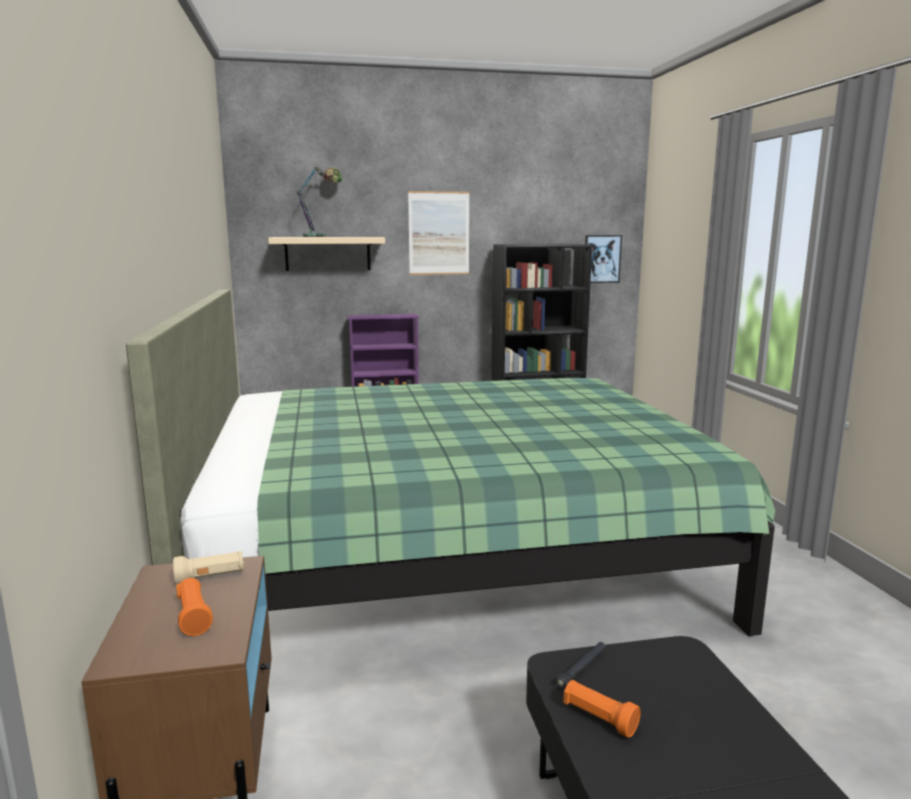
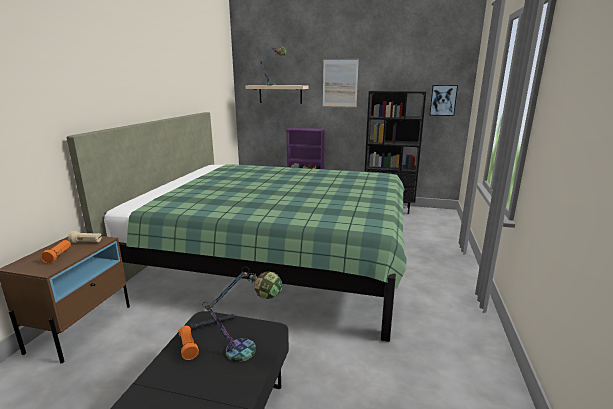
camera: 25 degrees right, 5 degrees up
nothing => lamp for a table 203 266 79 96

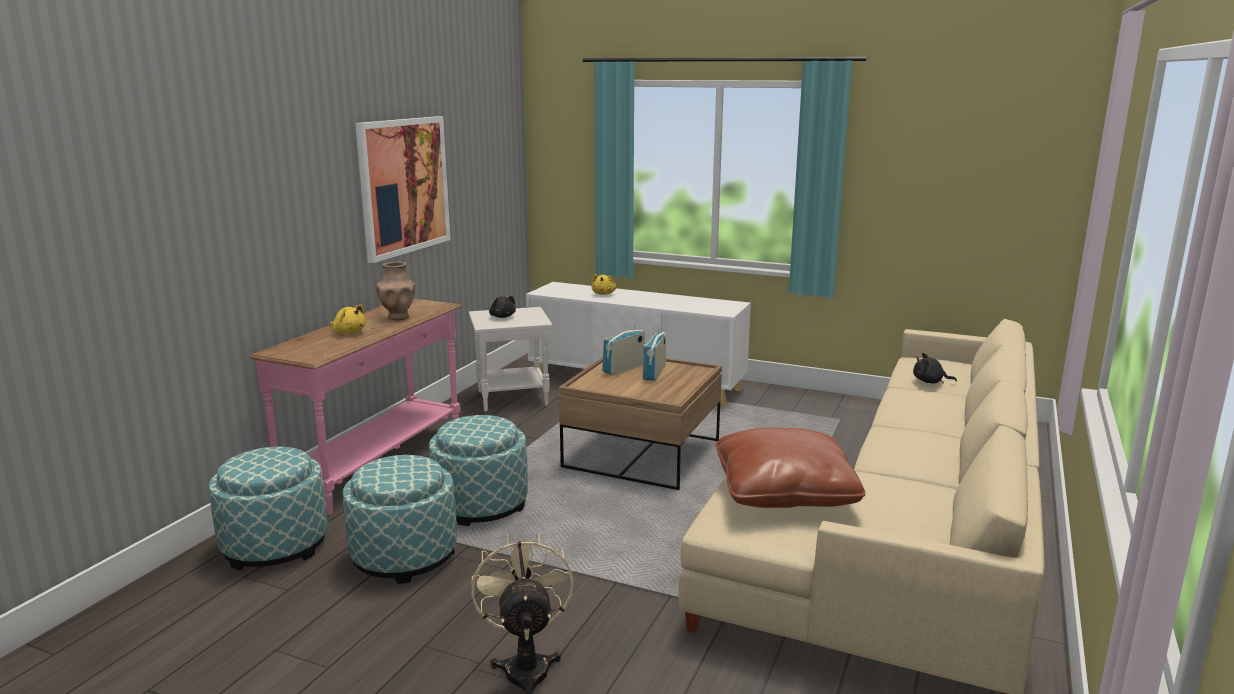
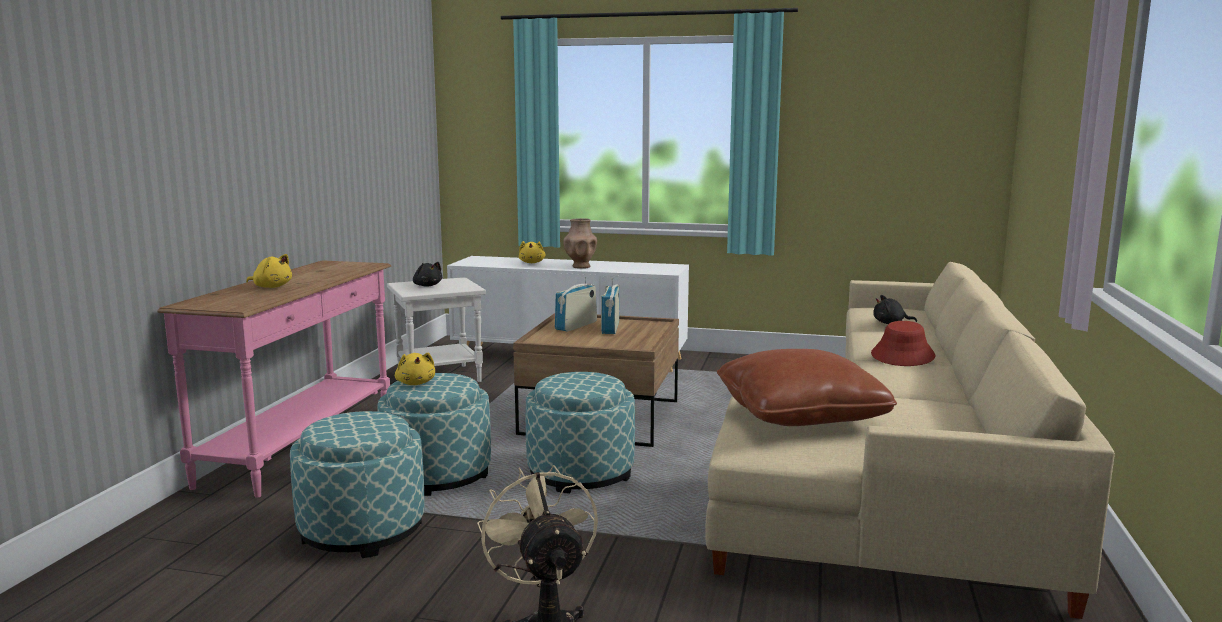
camera: 10 degrees left, 5 degrees down
picture 355 116 95 147 => nothing
flower vase/brown-coloured 376 262 39 58 => flower vase/brown-coloured 563 218 34 51, relocated
ottoman 209 447 118 123 => ottoman 526 372 109 121, relocated
nothing => clothing hat/red-coloured 871 321 64 45
nothing => plush toy/yellowish 395 352 40 33

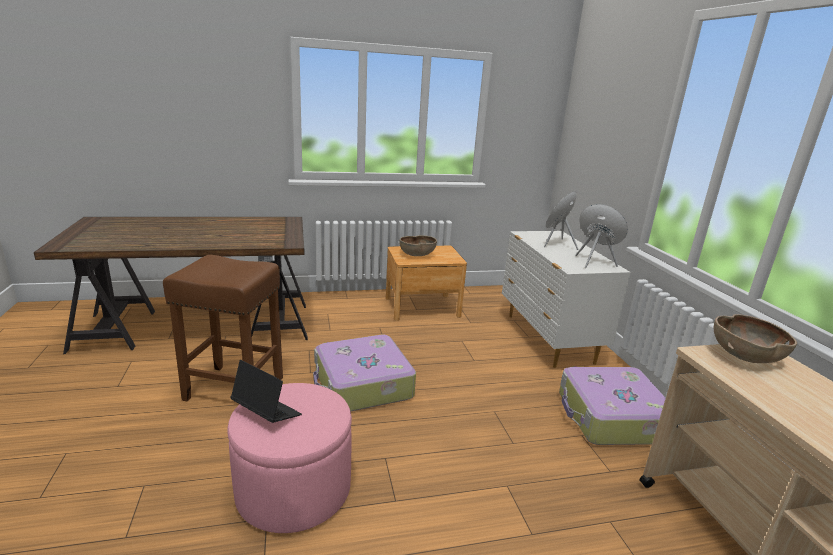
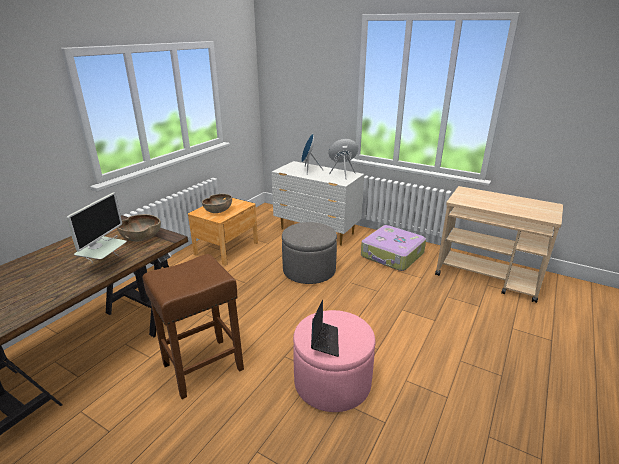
camera: 45 degrees left, 5 degrees up
deep dish/brown-coloured 714 314 83 49 => deep dish/brown-coloured 117 214 44 28, relocated
suitcase 313 335 103 76 => nothing
notebook computer 230 360 72 63 => notebook computer 311 300 28 57, 105 degrees clockwise
nothing => monitor 67 193 60 71
nothing => ottoman/grey 282 222 55 62

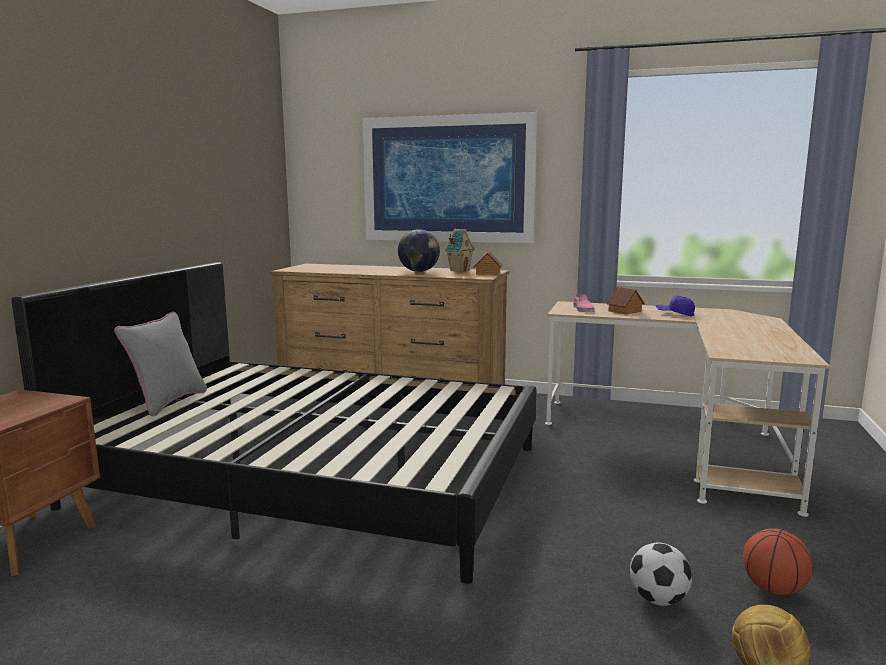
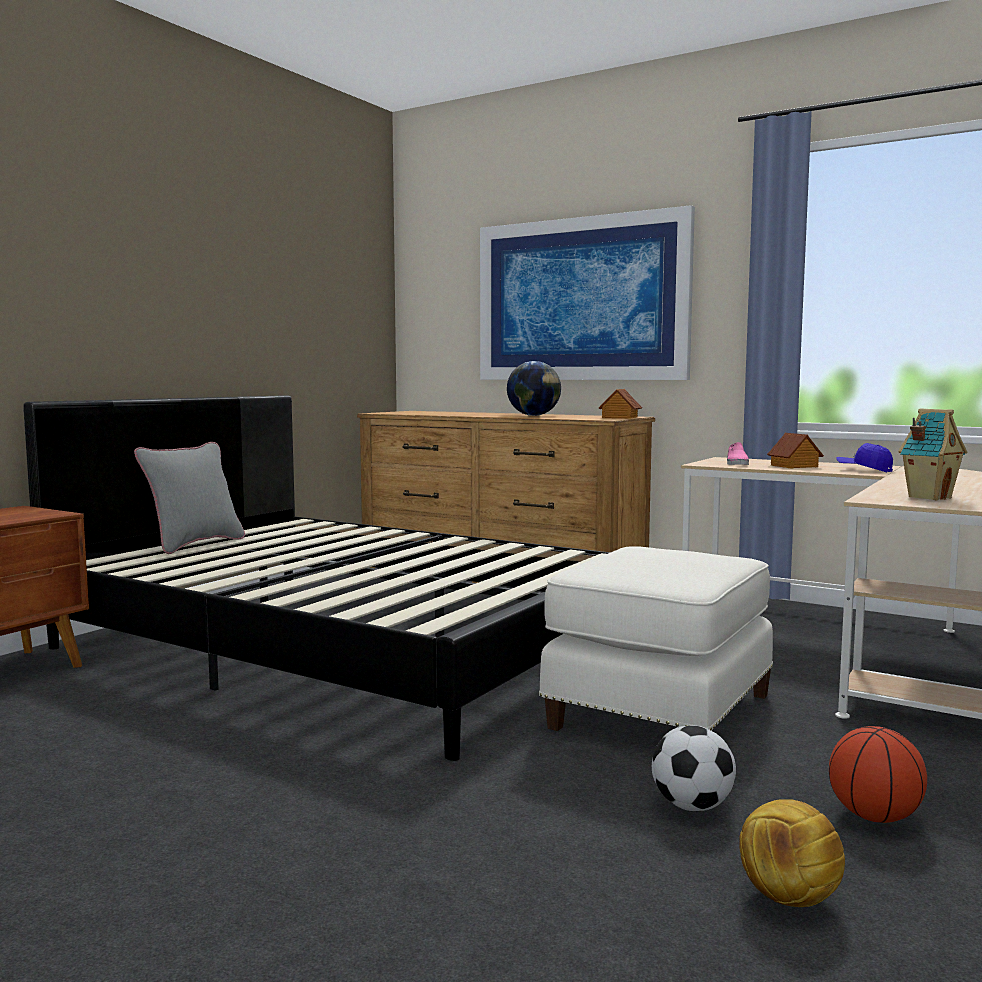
camera: 15 degrees right, 5 degrees down
toy house 445 229 30 43 => toy house 898 408 69 92, relocated
nothing => ottoman/white-coloured 539 546 234 185

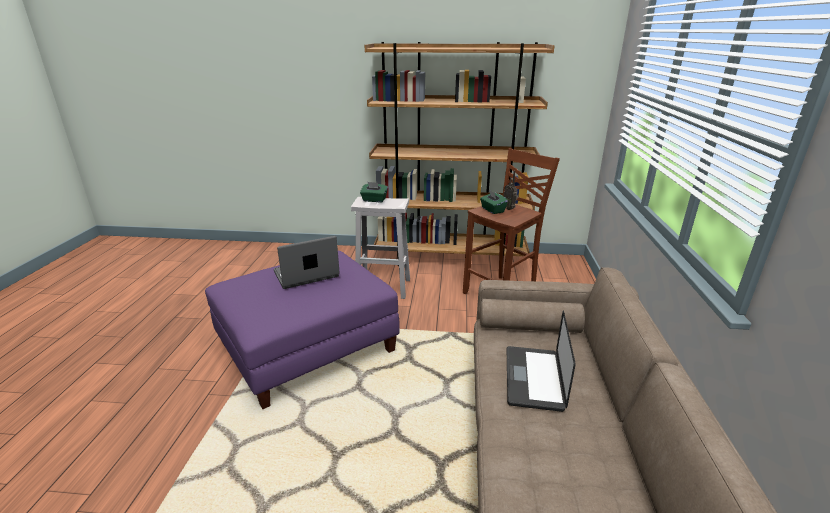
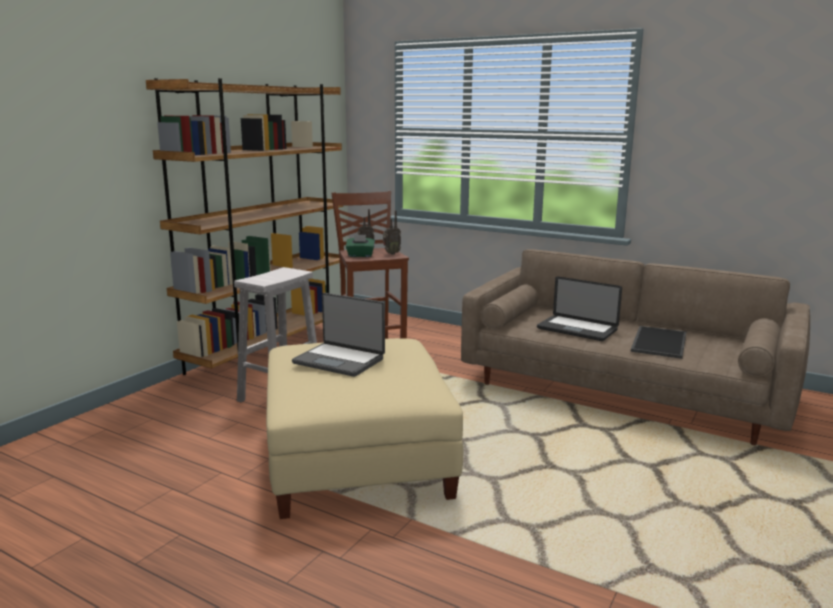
camera: 65 degrees left, 10 degrees down
box of tissues/greenish 360 182 28 20 => nothing
notebook computer 274 236 66 53 => notebook computer 292 293 93 84, 60 degrees counterclockwise
ottoman/purplish 205 251 195 158 => ottoman/beige 266 338 197 181
nothing => radio receiver 383 210 18 45
nothing => carrying tray 631 326 55 33

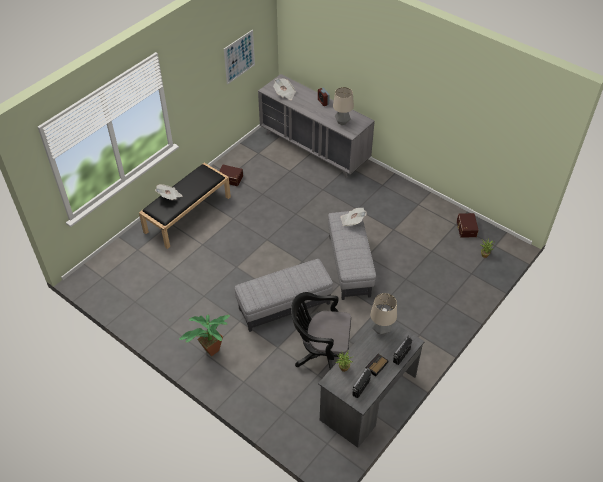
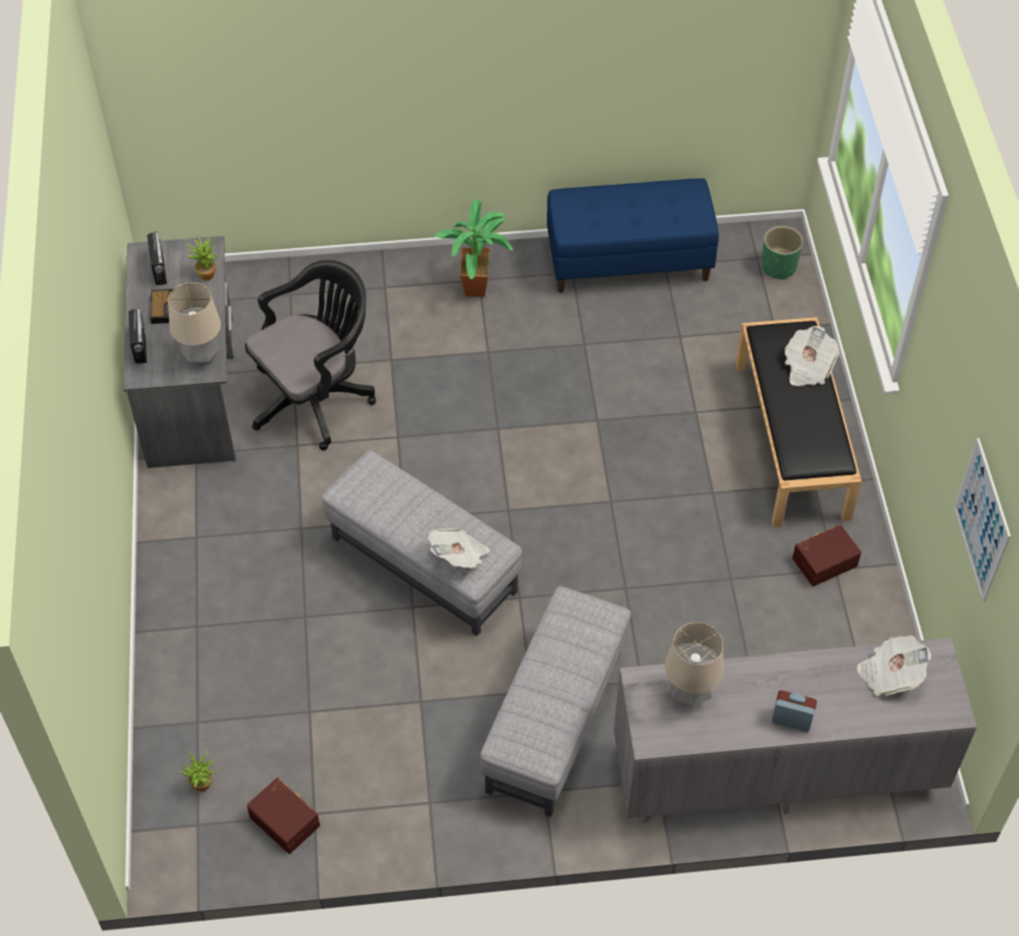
camera: 135 degrees right, 5 degrees up
ottoman/grey 234 259 99 73 => ottoman/grey 480 586 151 231, relocated
nothing => long seat/blue 547 178 172 115
nothing => planter/greenish 761 226 42 54

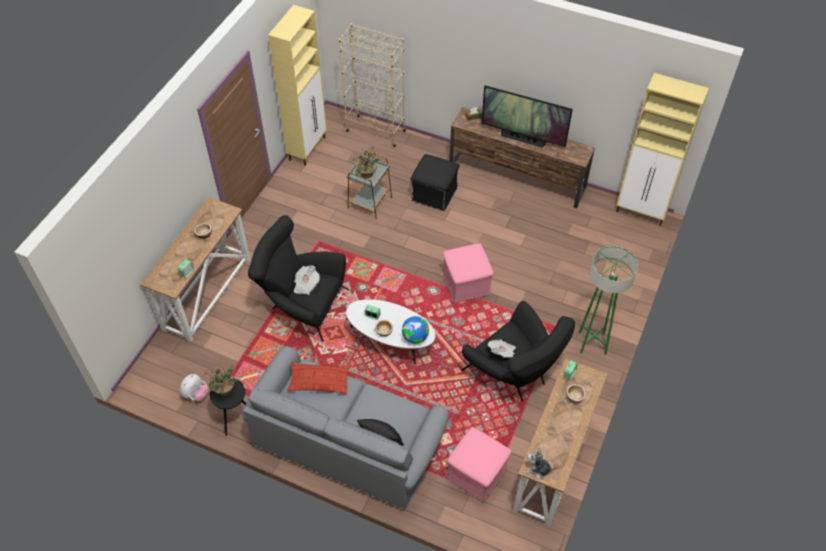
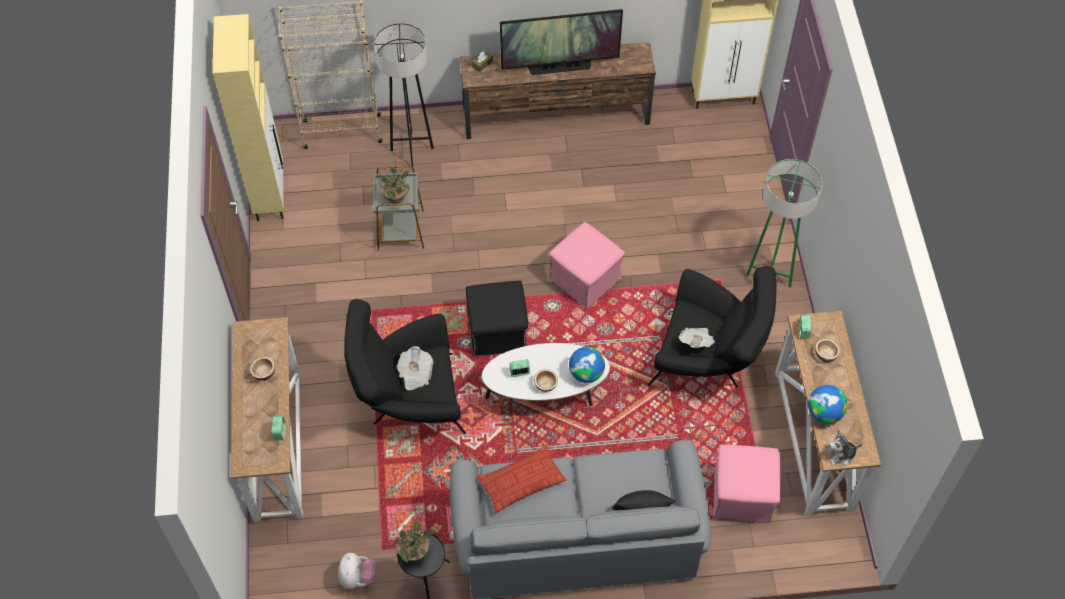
camera: 30 degrees left, 5 degrees up
ottoman/black 411 154 49 57 => ottoman/black 466 281 62 76, relocated
nothing => standard lamp/grey 374 23 60 144
nothing => desk globe 808 385 40 39

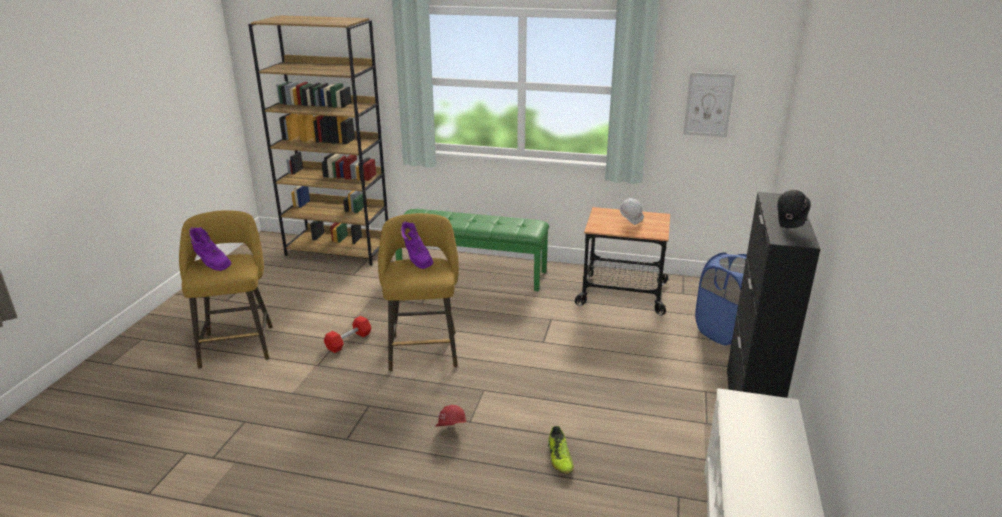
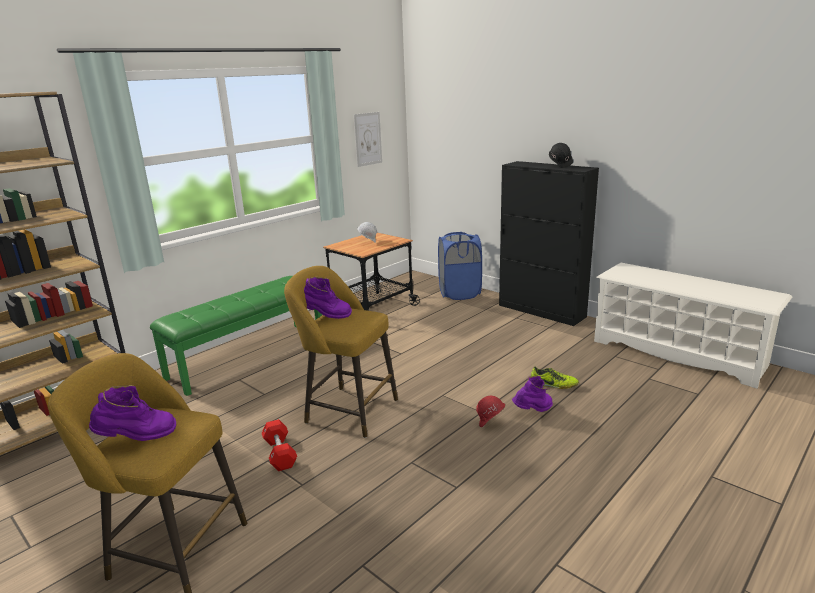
camera: 60 degrees left, 5 degrees down
nothing => high-top boot/purplish 512 376 41 36

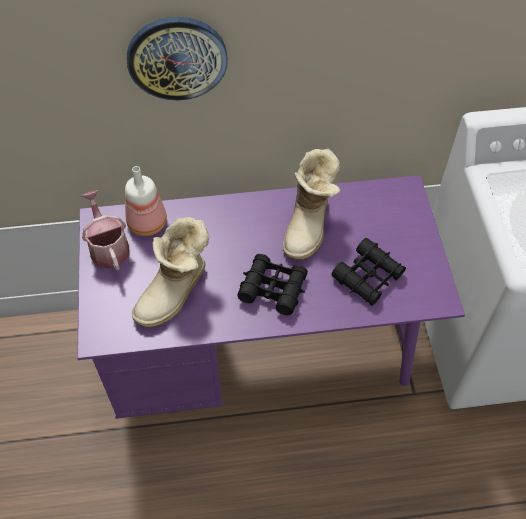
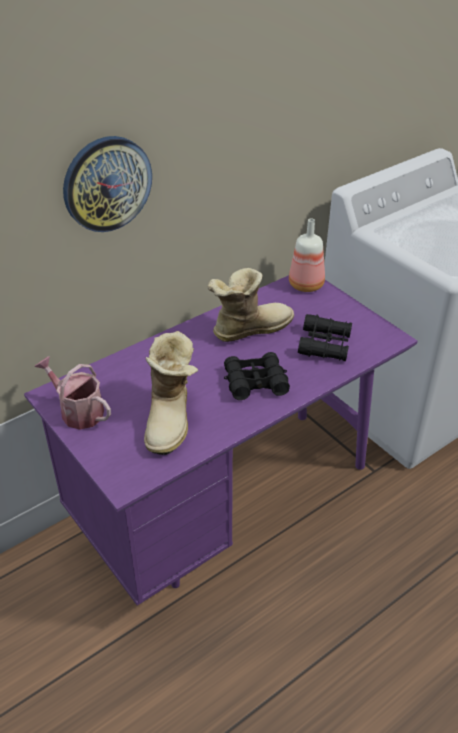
camera: 30 degrees left, 15 degrees down
high-top boot 283 148 58 112 => high-top boot 208 268 86 74, 105 degrees counterclockwise
bottle 125 166 42 70 => bottle 289 218 36 74, relocated

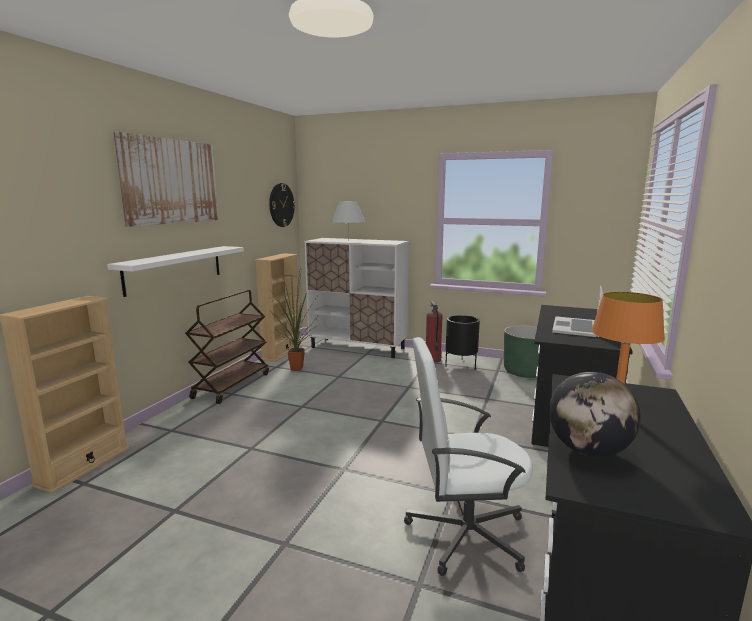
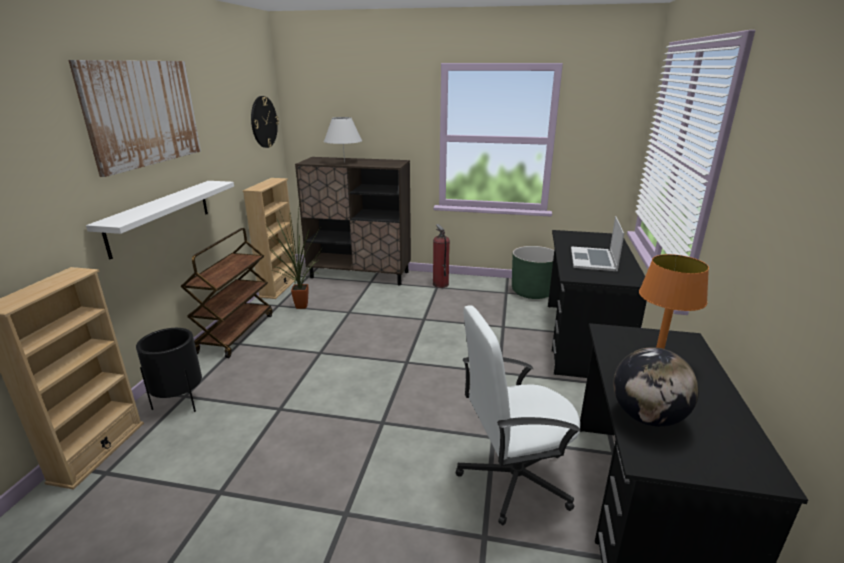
camera: 10 degrees left, 10 degrees up
cupboard/white-coloured 305 238 104 120 => cupboard/brown-coloured 295 157 116 128
planter/black 445 315 35 55 => planter/black 136 328 66 84, relocated

